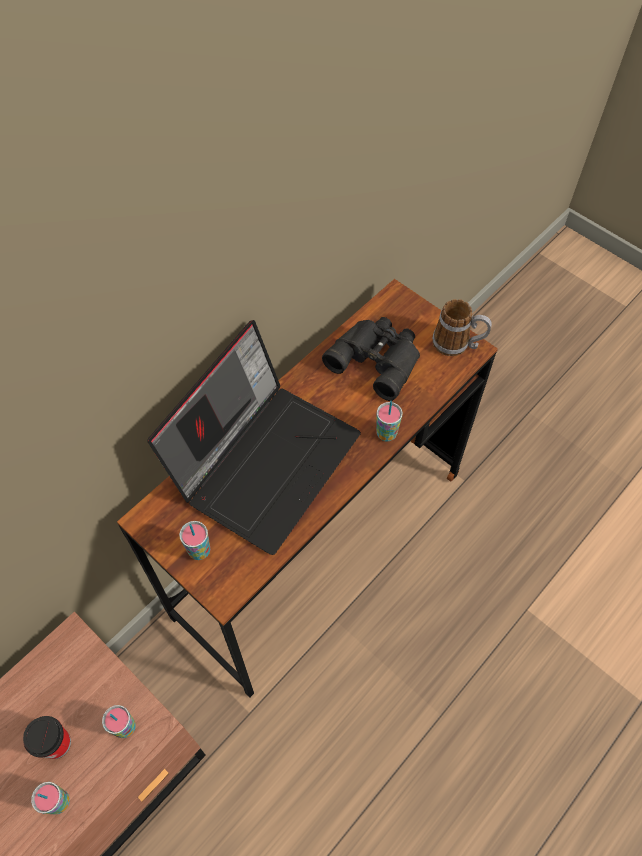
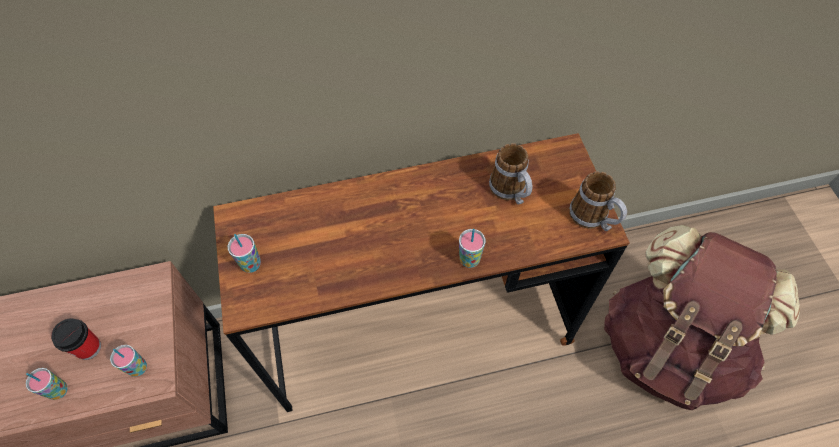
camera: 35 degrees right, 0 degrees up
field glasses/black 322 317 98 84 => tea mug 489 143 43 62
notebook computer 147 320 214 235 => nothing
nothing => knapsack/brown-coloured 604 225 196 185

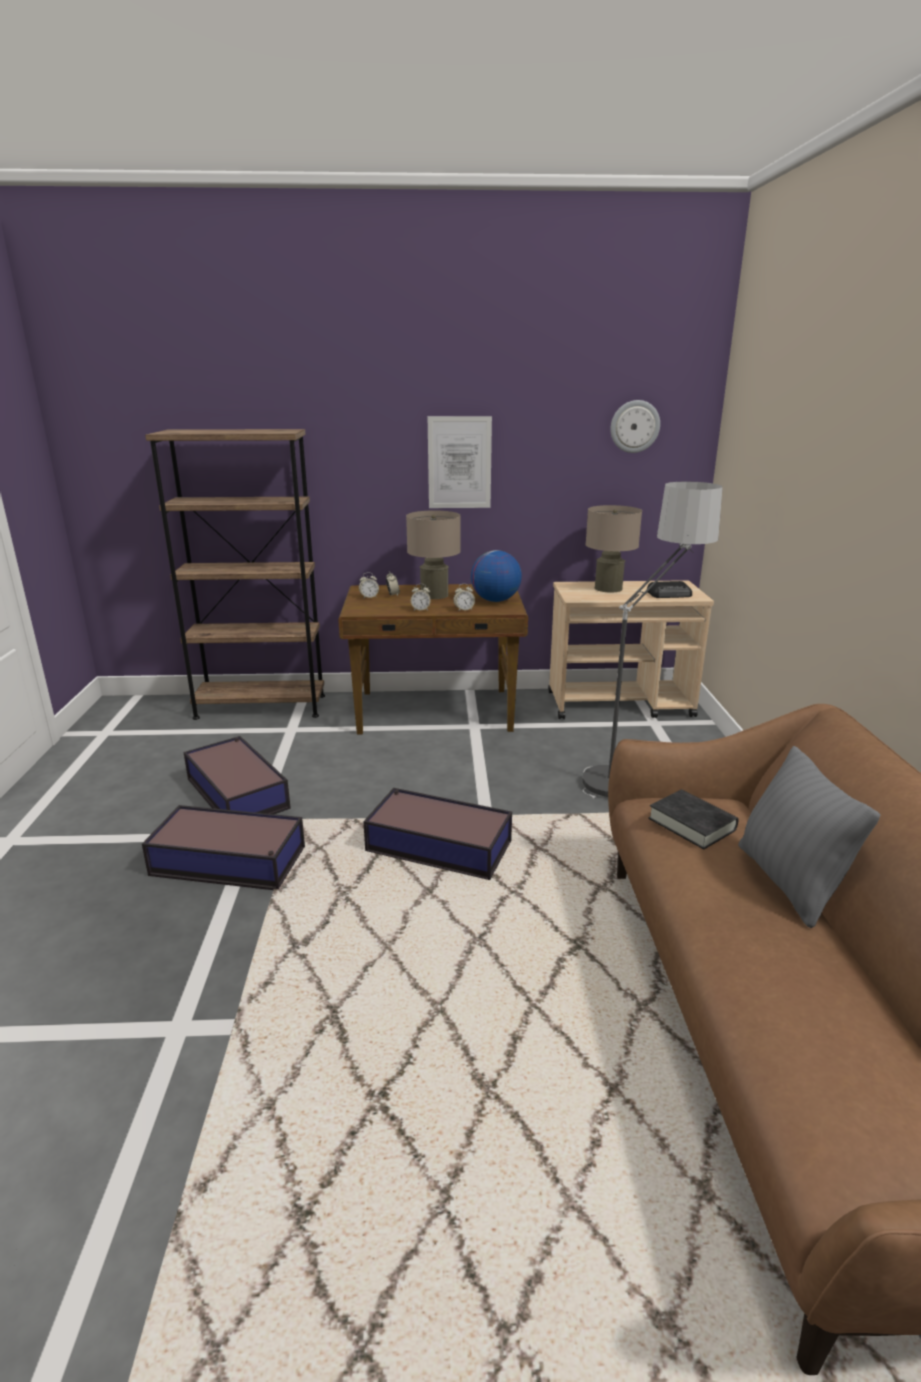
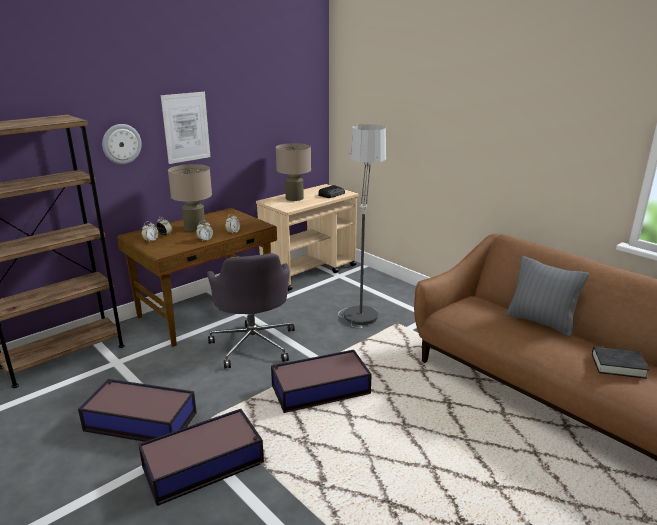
camera: 40 degrees left, 0 degrees up
wall clock 610 400 50 53 => wall clock 102 124 40 40, relocated
desk globe 471 550 51 52 => nothing
book/black 648 789 91 60 => book/black 592 347 57 32, relocated
nothing => office chair/grey 207 253 88 116

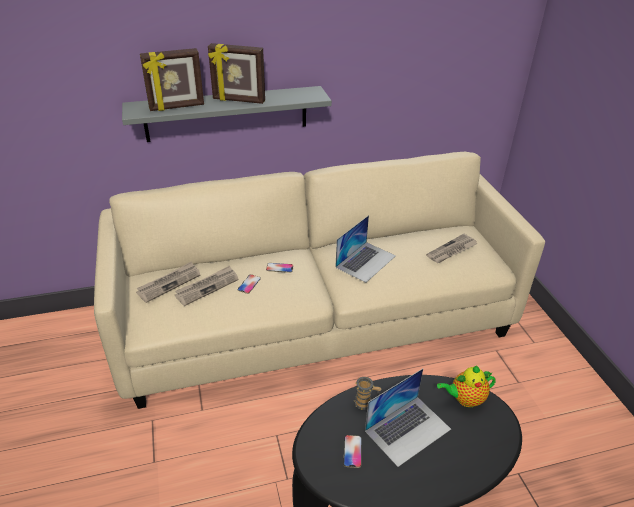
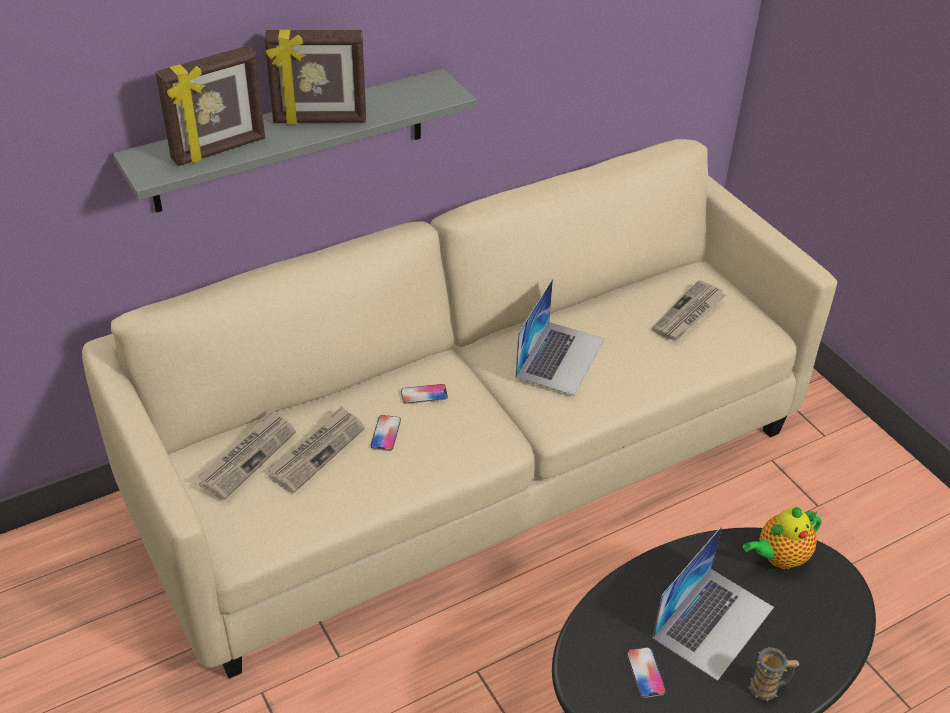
camera: 15 degrees left, 5 degrees up
tea mug 354 377 27 33 => tea mug 748 647 51 55, relocated

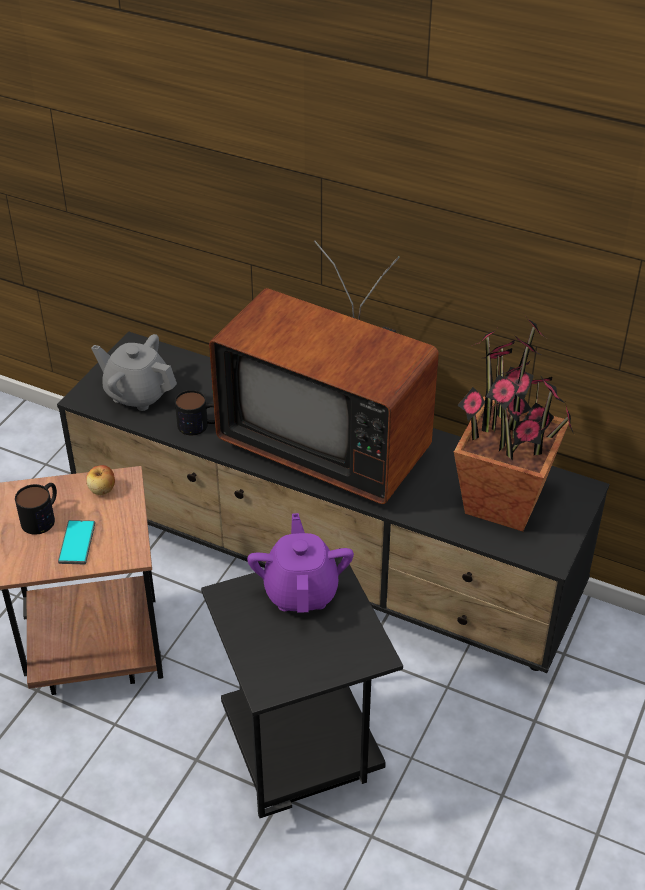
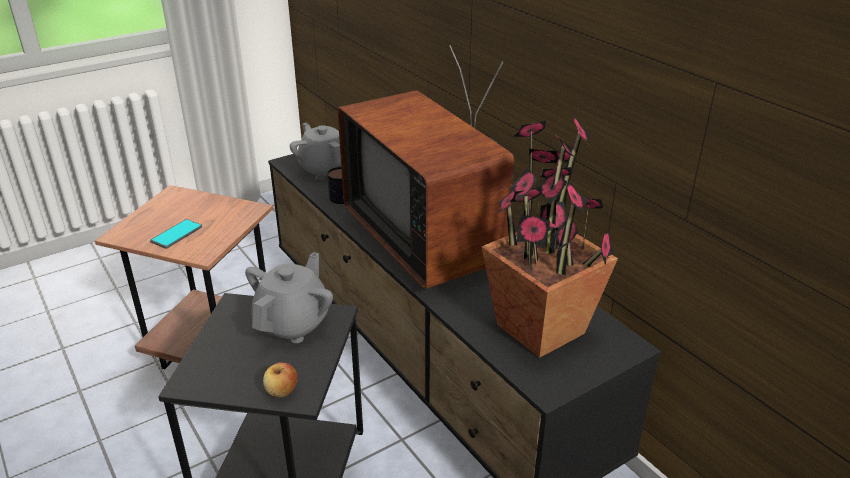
camera: 30 degrees right, 10 degrees down
apple 86 465 29 30 => apple 263 362 35 36, relocated
tea mug 15 483 42 52 => nothing
teapot/purplish 247 513 107 99 => teapot/grey 245 252 88 91

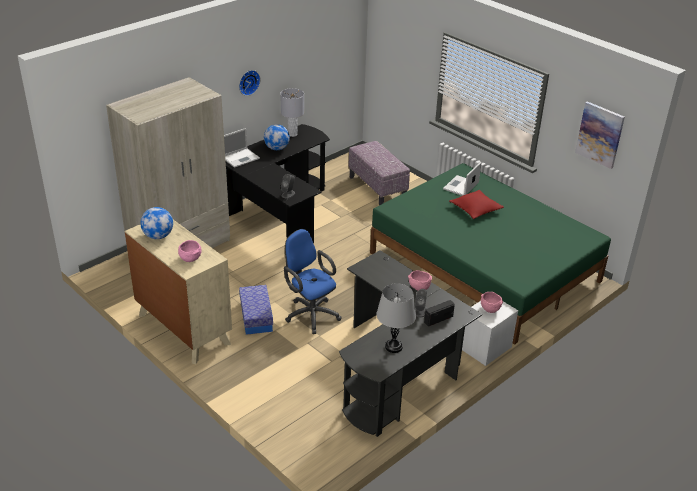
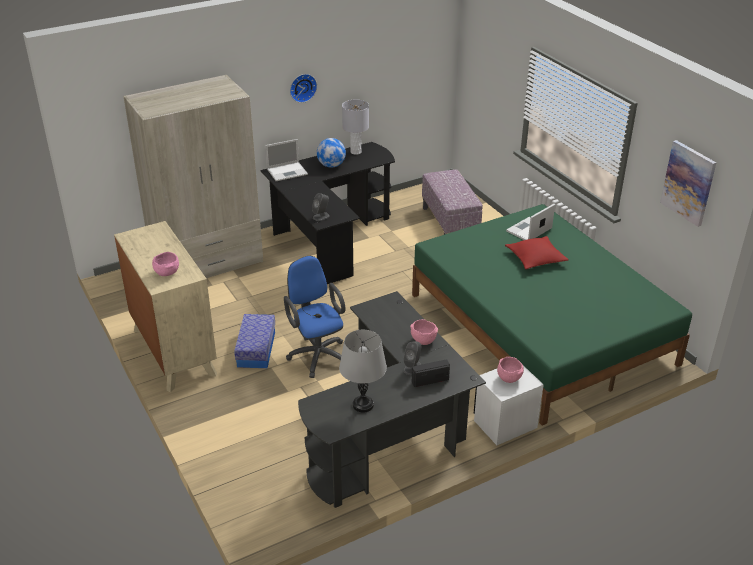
camera: 15 degrees right, 0 degrees up
desk globe 140 207 33 32 => nothing

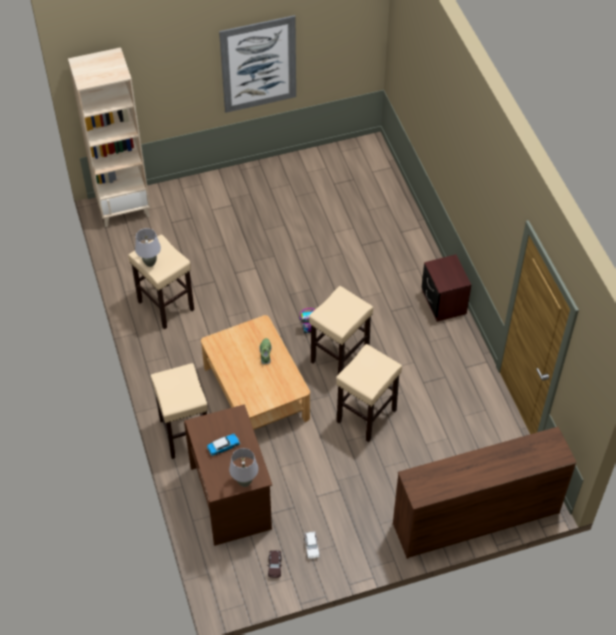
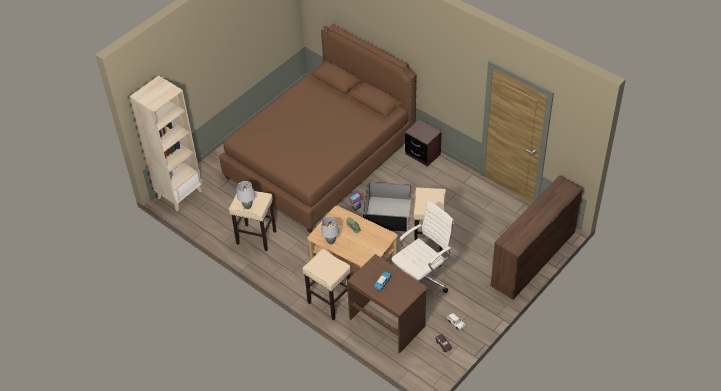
camera: 30 degrees left, 5 degrees down
picture 219 15 77 98 => nothing
stool seat/beige 309 286 64 88 => storage bin/black 363 182 48 50
lamp for a table/grey 229 448 30 39 => lamp for a table/grey 321 217 18 27, relocated
nothing => bed/brown-coloured 219 24 197 209
nothing => office chair/white-coloured 391 201 63 92

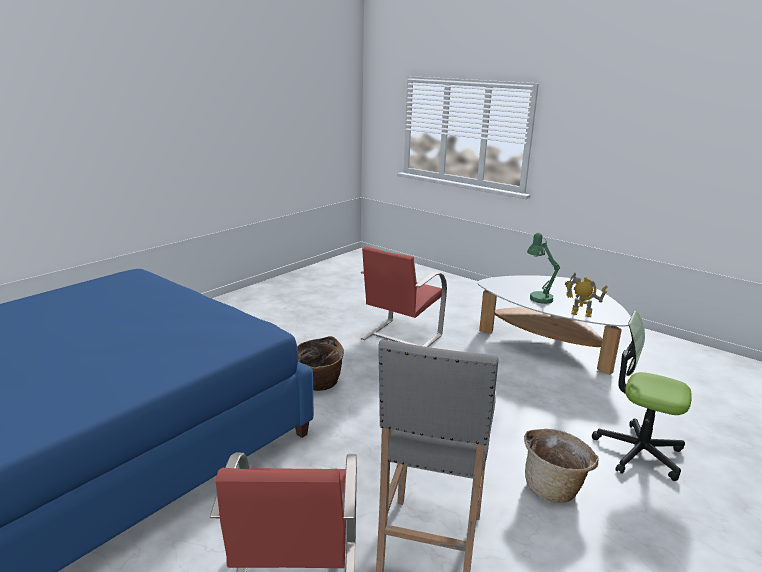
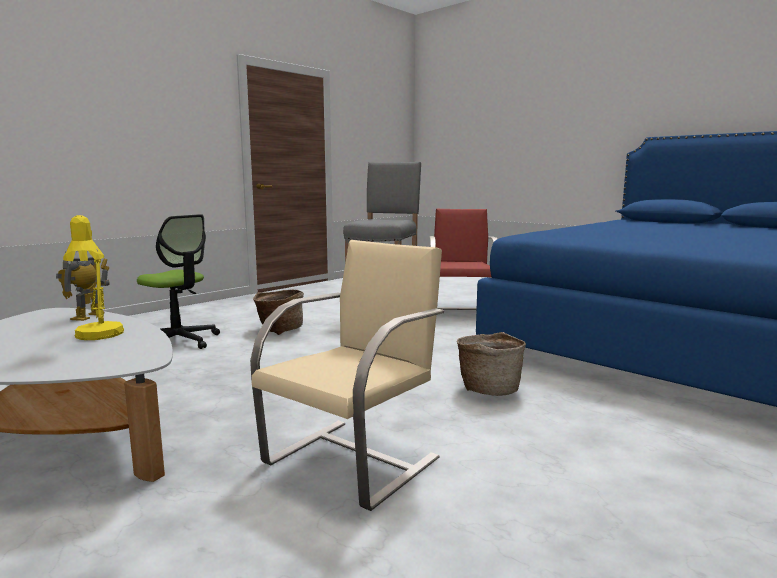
camera: 175 degrees left, 10 degrees down
lamp for a table/greenish 527 233 33 71 => lamp for a table/yellowish 63 215 61 125
plain chair/red-coloured 361 246 86 101 => plain chair/beige 250 240 194 271
toy robot 564 273 44 44 => toy robot 56 251 54 70, 75 degrees clockwise

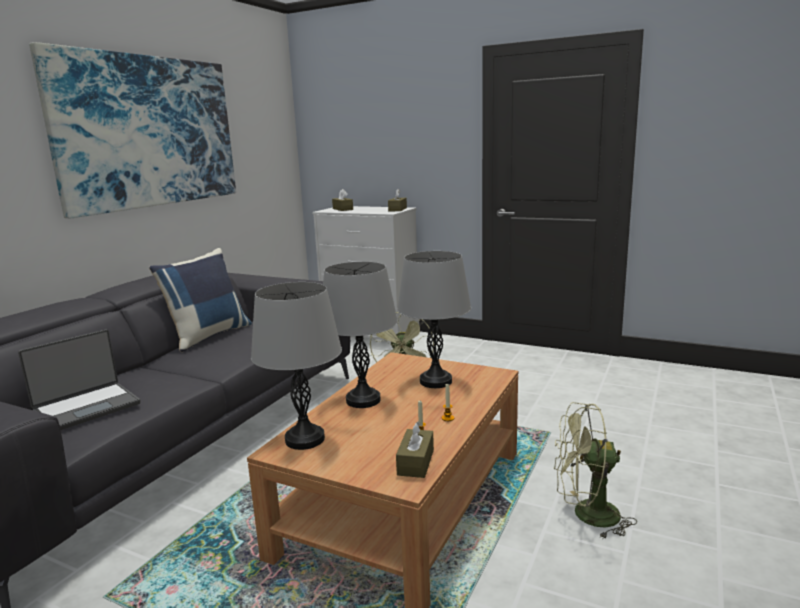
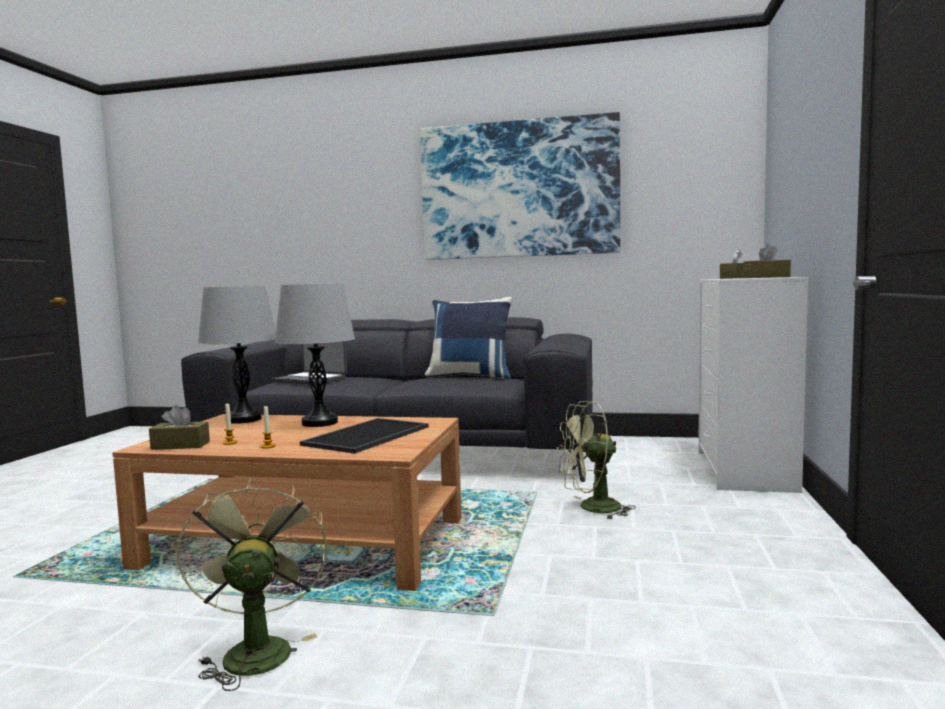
camera: 75 degrees right, 10 degrees down
lamp for a table/grey 397 251 74 137 => carrying tray 300 418 129 36

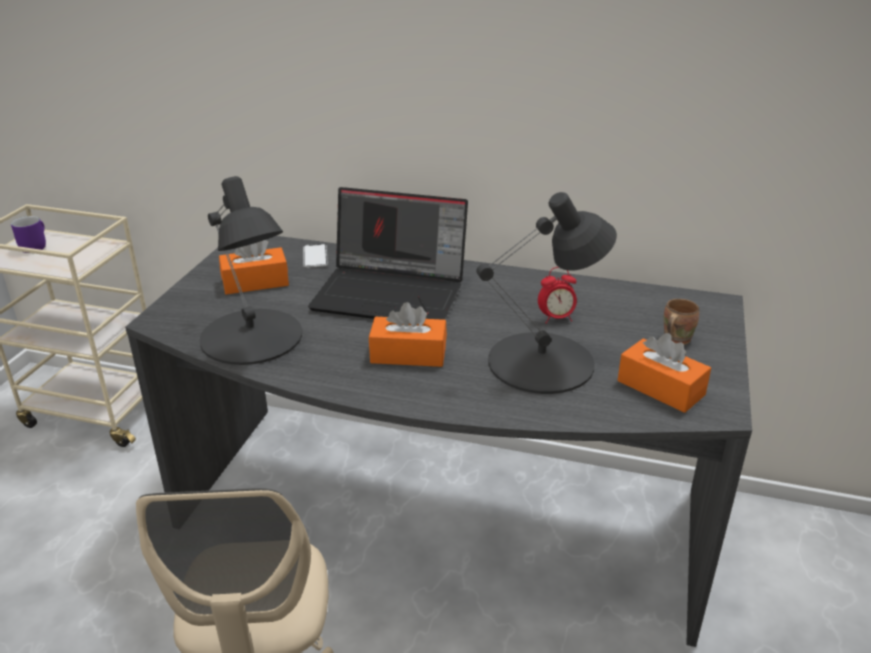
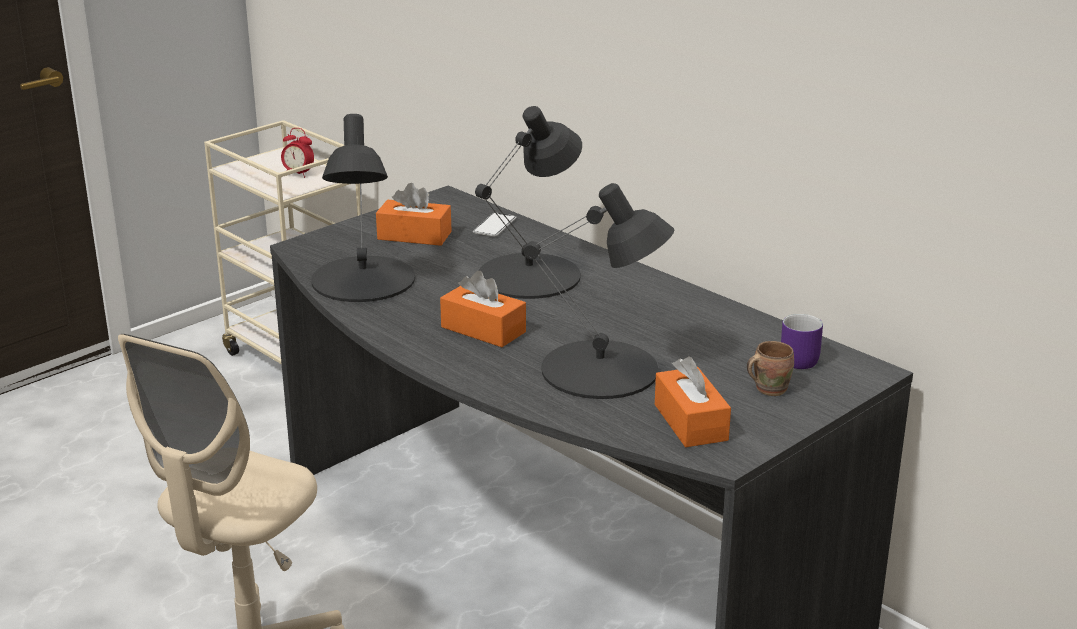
camera: 30 degrees right, 5 degrees down
notebook computer 308 187 160 133 => lamp for a table/black 475 106 107 193
tea mug/purplish 11 216 35 37 => tea mug/purplish 781 314 42 55, relocated
table clock 538 267 39 57 => table clock 281 128 33 50, relocated

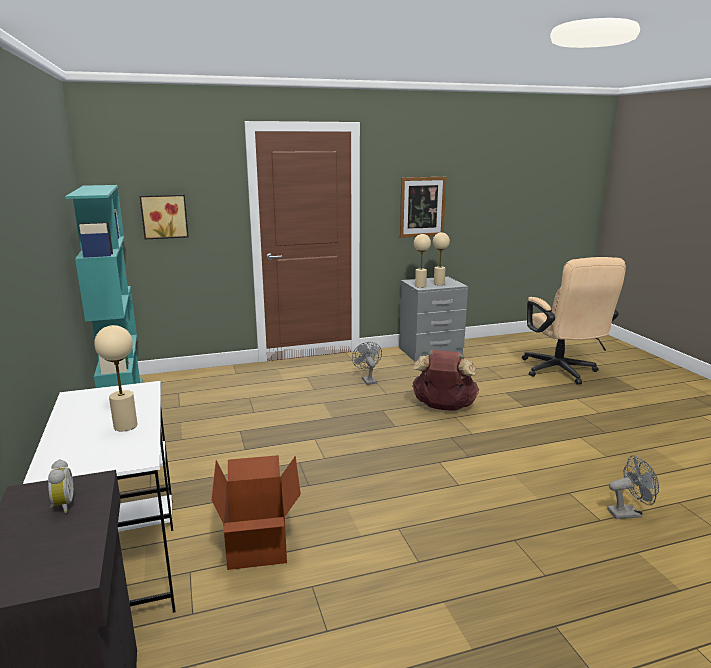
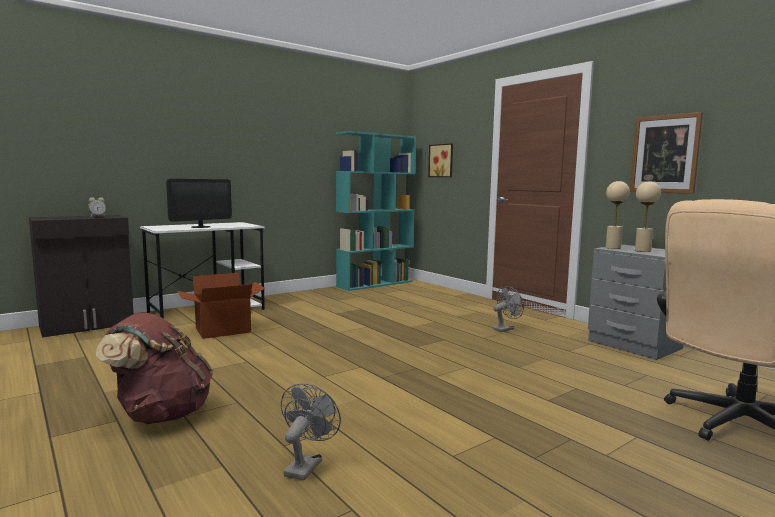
camera: 70 degrees right, 10 degrees down
lamp for a table/beige 94 325 43 106 => monitor 166 179 66 49
knapsack/brown-coloured 412 350 67 61 => knapsack/brown-coloured 96 313 117 111, relocated
electric fan/grey 607 455 52 64 => electric fan/grey 281 383 60 97, 135 degrees counterclockwise

